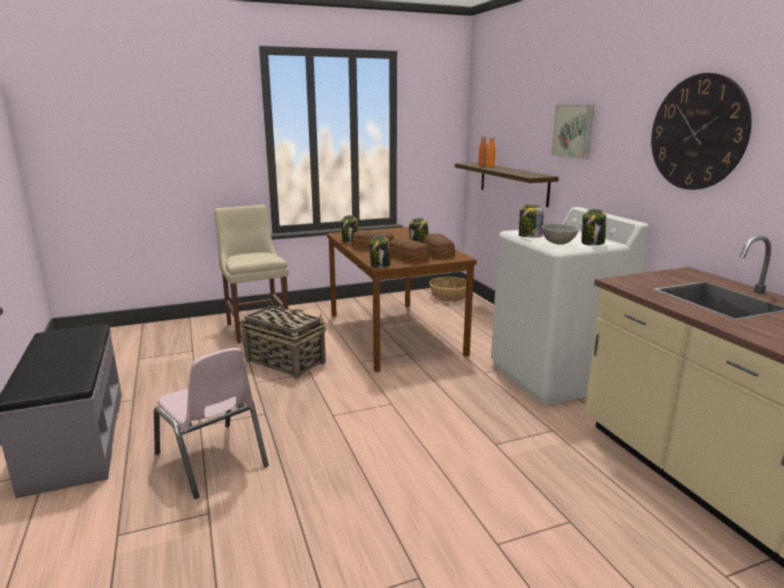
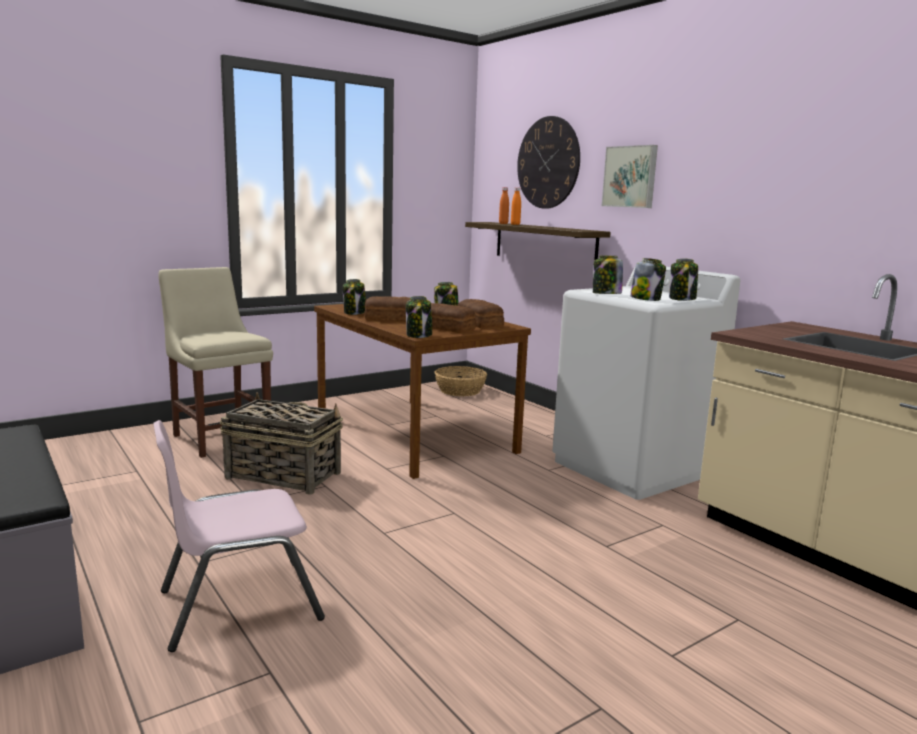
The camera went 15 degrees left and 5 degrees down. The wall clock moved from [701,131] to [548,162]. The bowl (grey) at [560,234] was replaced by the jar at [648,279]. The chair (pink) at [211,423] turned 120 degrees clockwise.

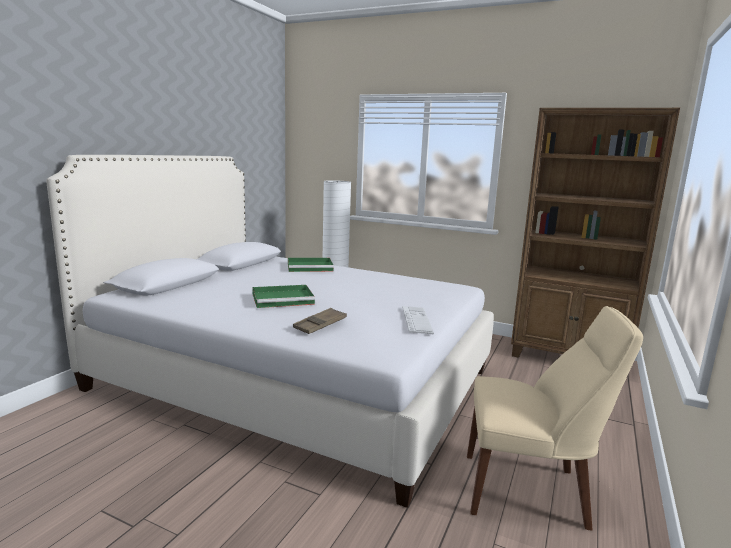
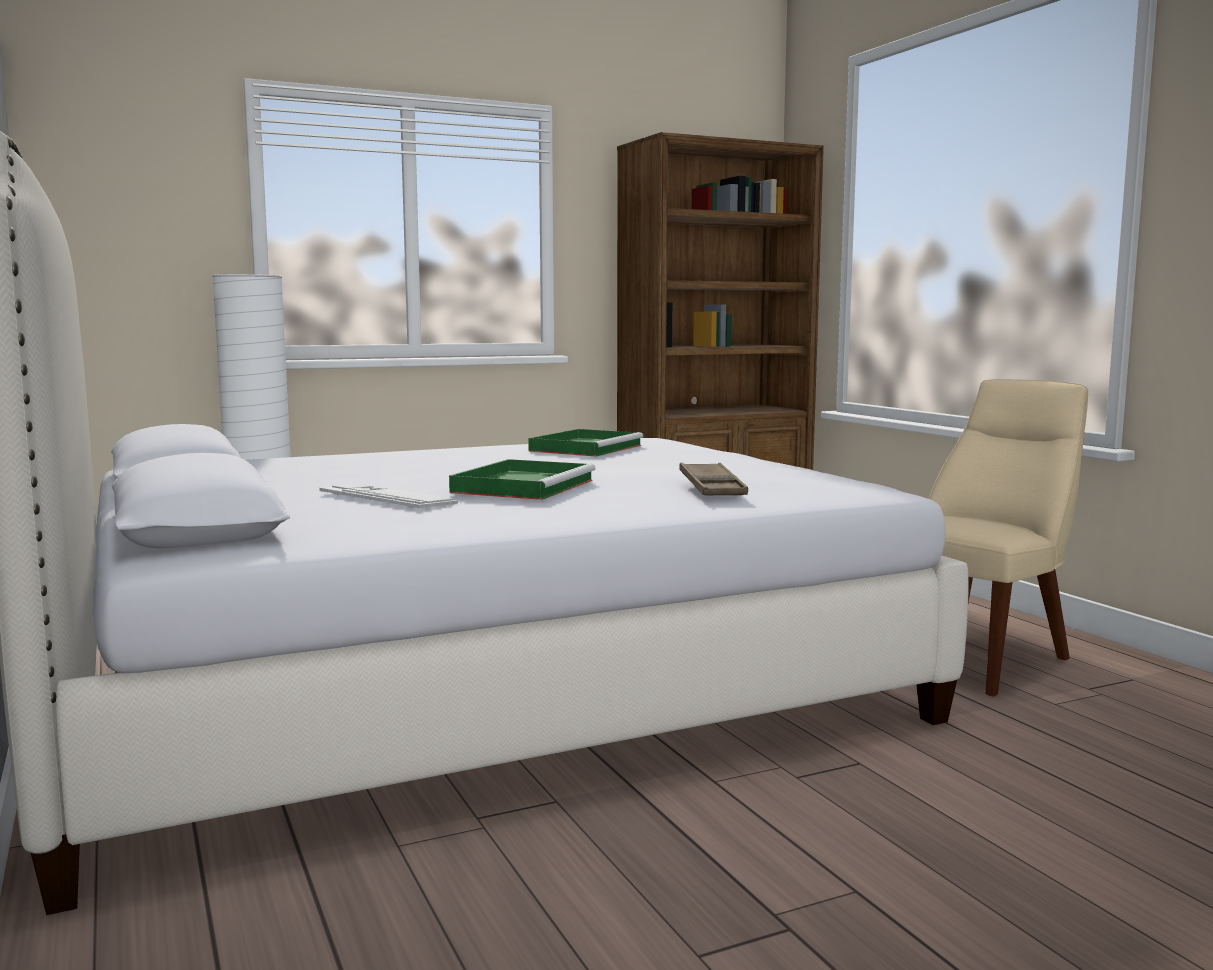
The camera went 50 degrees left and 5 degrees down. The tray (green) moved from [311,265] to [585,443]. The keyboard moved from [418,320] to [388,496].

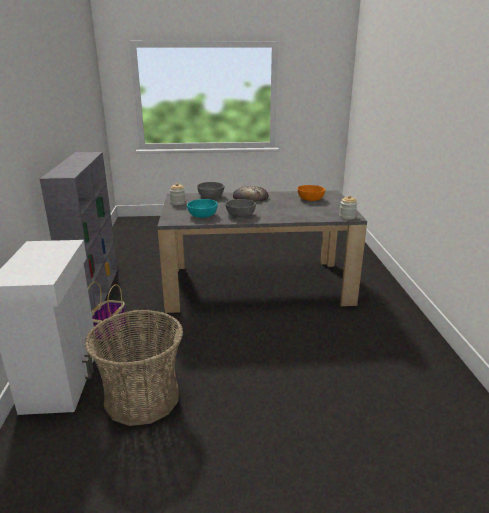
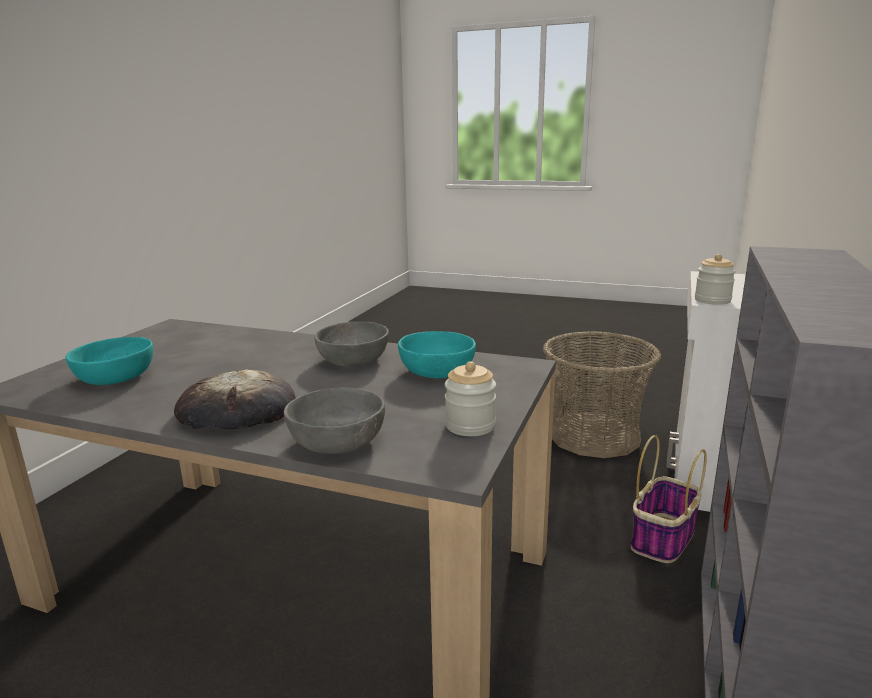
The camera went 155 degrees left and 5 degrees down. The jar moved from [348,207] to [715,279]. The bowl (orange) at [311,193] became the bowl (turquoise) at [109,361].

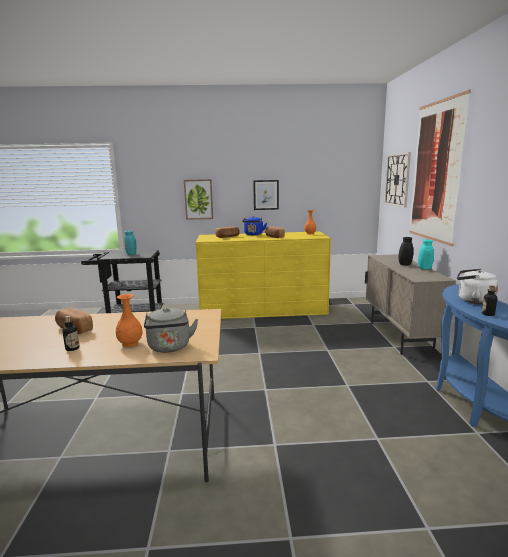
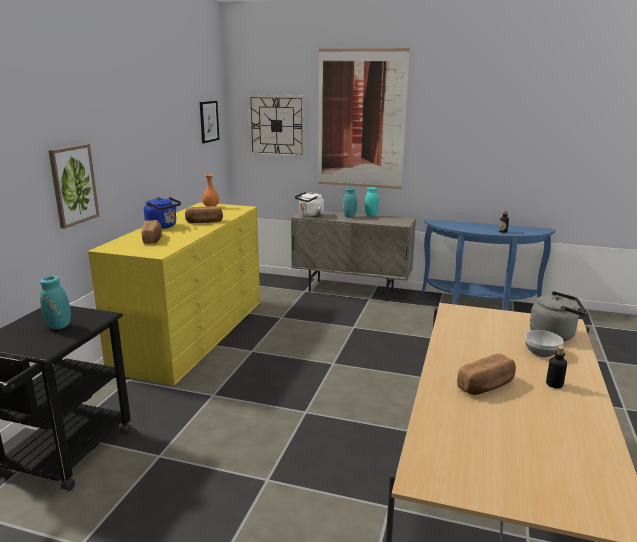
The camera went 70 degrees left and 5 degrees up. The picture moved from [266,195] to [209,122]. The kettle (white) moved from [477,286] to [309,204]. The vase (orange) at [129,320] was replaced by the bowl at [544,343]. The vase (black) at [405,251] became the vase (turquoise) at [350,203].

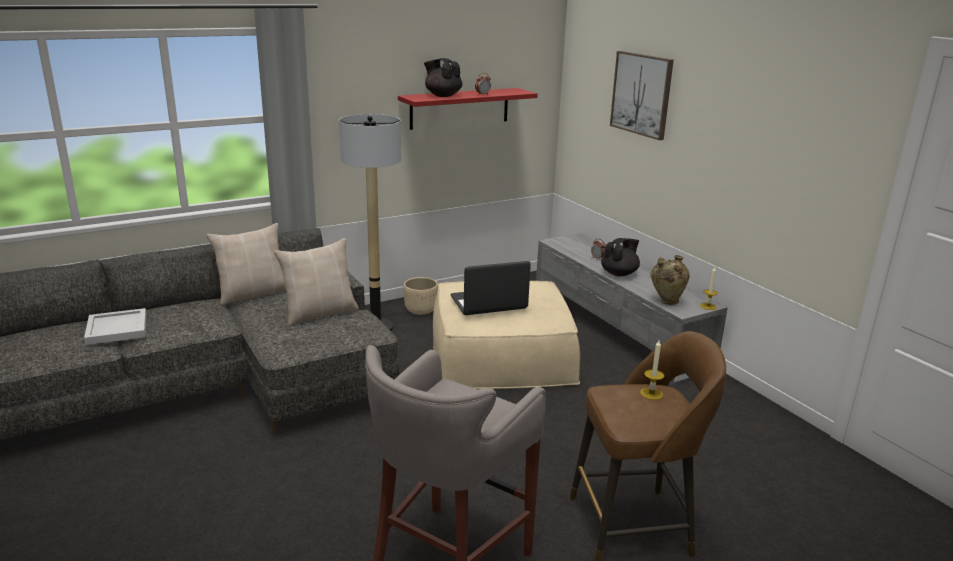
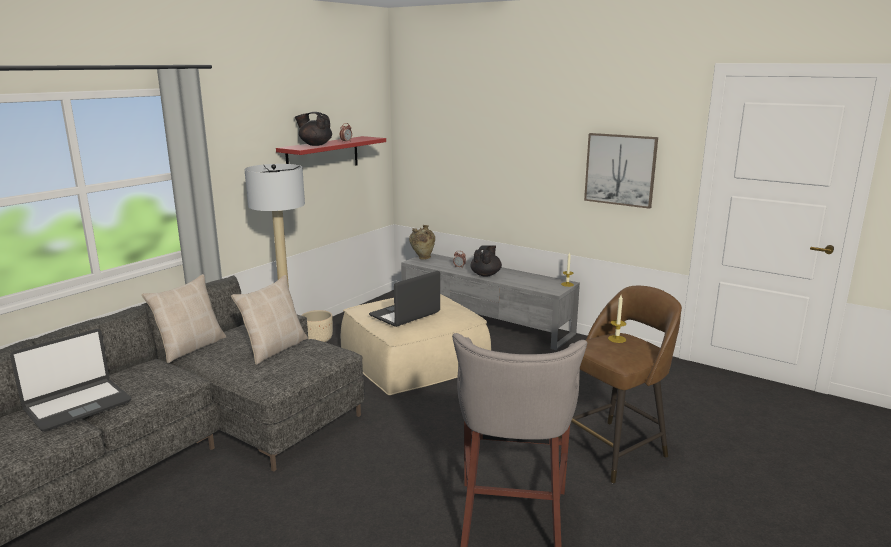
The camera went 25 degrees left and 5 degrees down. The picture moved from [642,95] to [621,171]. The vase (beige) moved from [670,280] to [422,242]. The tray (white) at [115,326] was replaced by the laptop at [70,380].

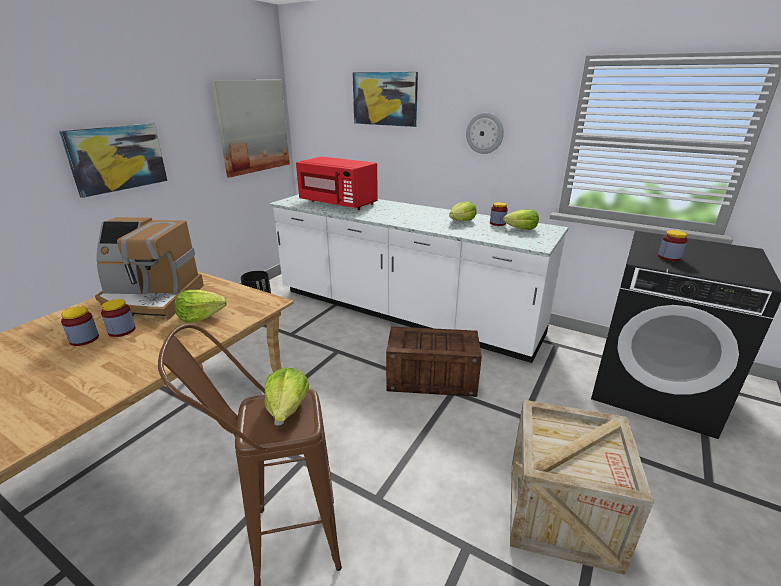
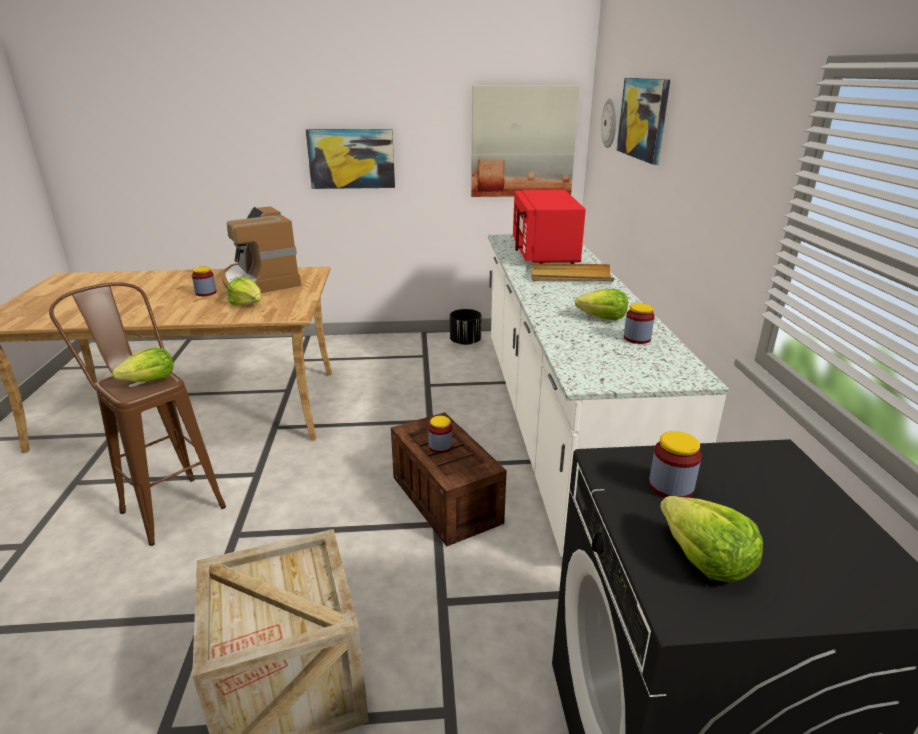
The camera went 55 degrees right and 0 degrees up. The tray (beige) at [572,272] appeared. The jar moved from [80,326] to [440,434]. The wall clock moved from [485,133] to [609,123]. The lettuce moved from [521,219] to [711,539].

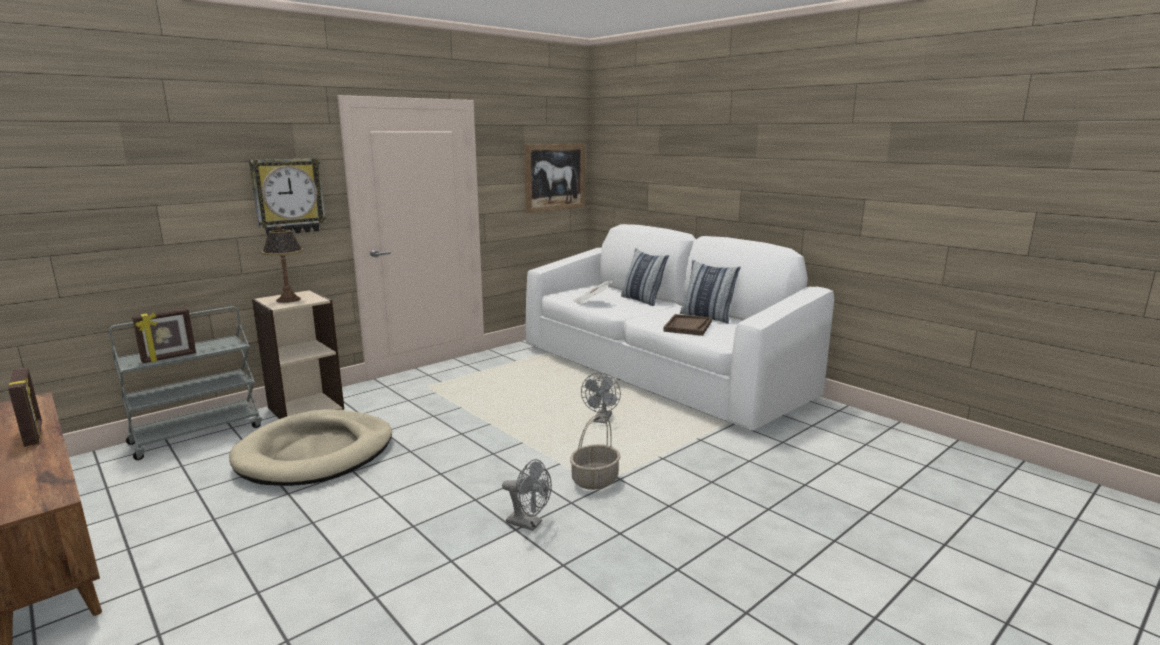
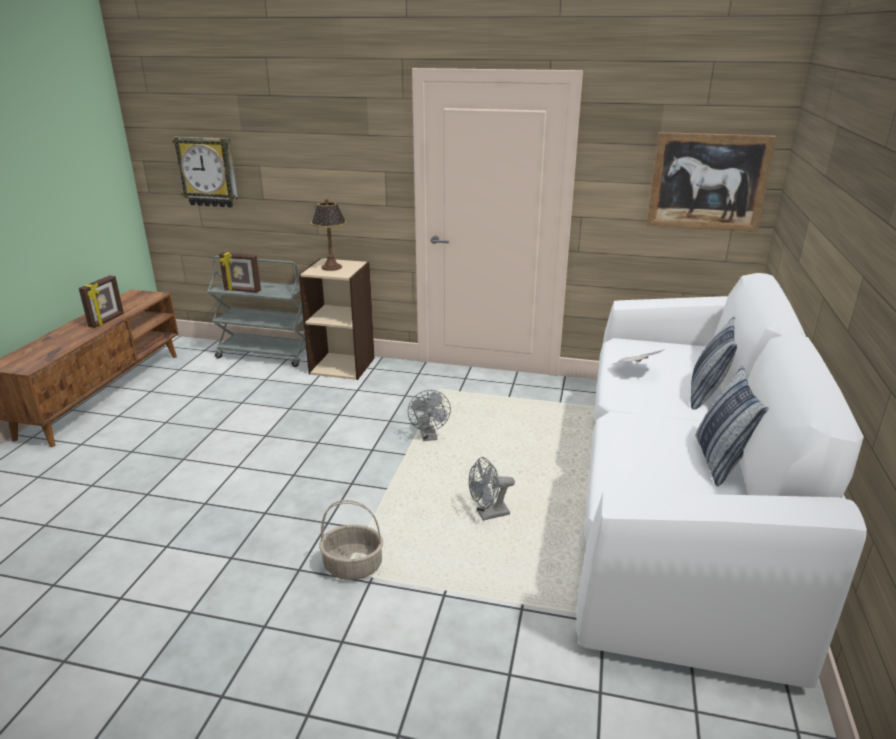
The camera went 55 degrees right and 10 degrees up. The dog bed (beige) at [310,447] disappeared. The tray (brown) at [687,325] disappeared. The wall clock moved from [287,197] to [205,172]. The fan (grey) moved from [527,495] to [429,415].

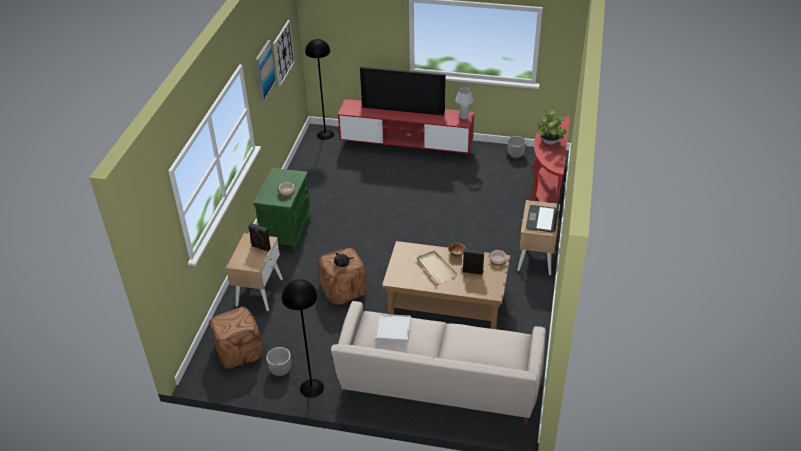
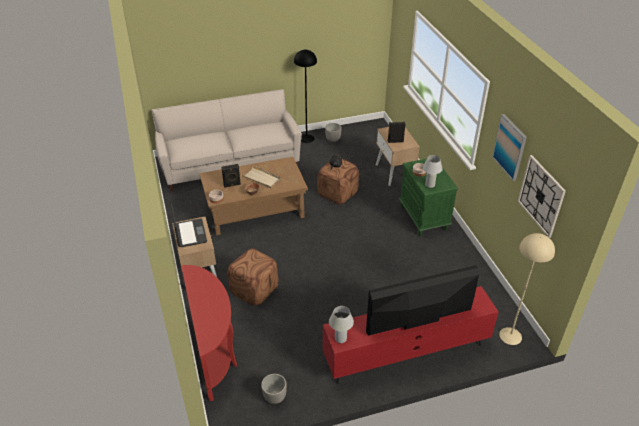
The camera went 150 degrees right and 0 degrees up. The tray (white) at [393,328] disappeared. The potted plant at [552,127] disappeared. The table lamp (white) at [433,171] appeared. The ottoman (brown) moved from [236,337] to [252,276]. The floor lamp (black) at [319,89] became the floor lamp (beige) at [527,289].

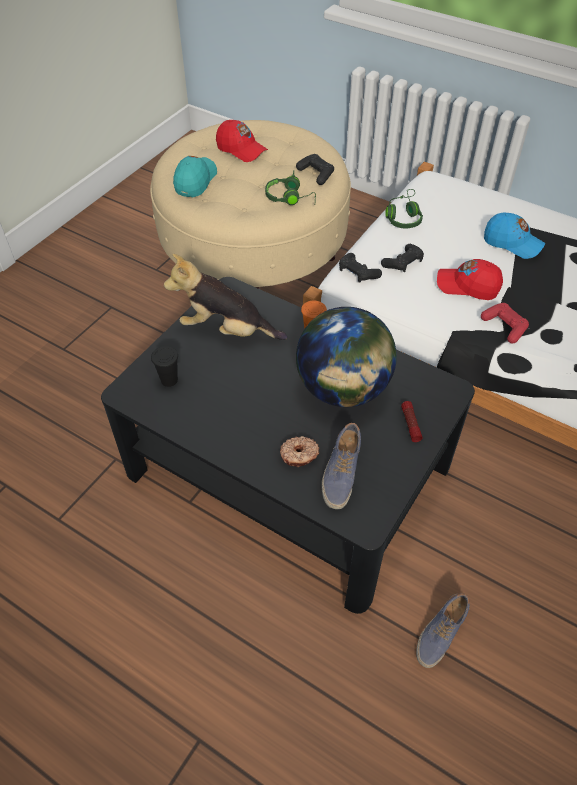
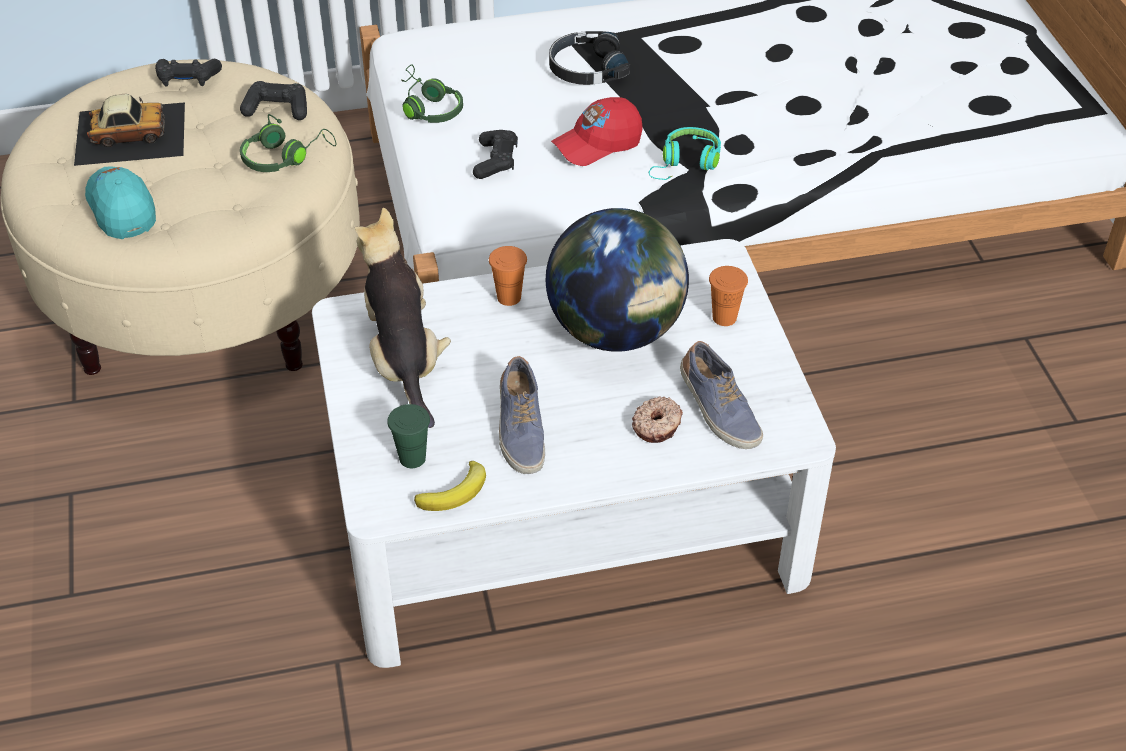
The camera went 45 degrees left and 5 degrees down. The banana at [450,486] appeared. The game controller (black) moved from [360,268] to [188,73]. The shoe moved from [443,630] to [522,415]. The cap (red) at [242,141] was replaced by the toy car at [129,130]. The flashlight at [412,421] was replaced by the cup (orange) at [728,296]. The game controller (red) at [505,323] was replaced by the headphones (turquoise) at [685,153]. The cap (blue) at [514,236] was replaced by the headphones (black) at [589,58]. The coffee table (black) at [288,445] became the coffee table (white) at [574,453]. The cup (black) at [164,366] became the cup (green) at [408,436]. The plush toy at [225,297] turned 105 degrees clockwise.

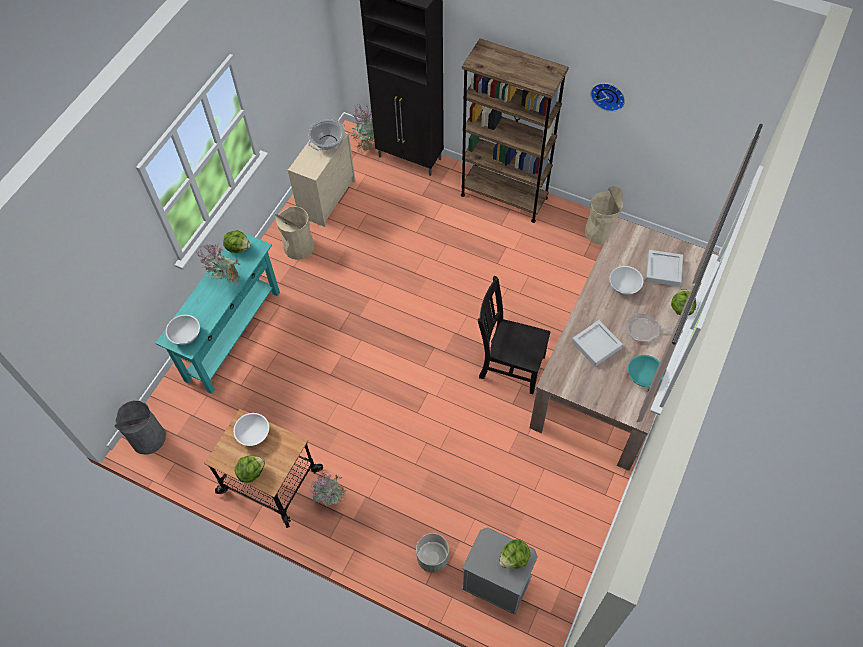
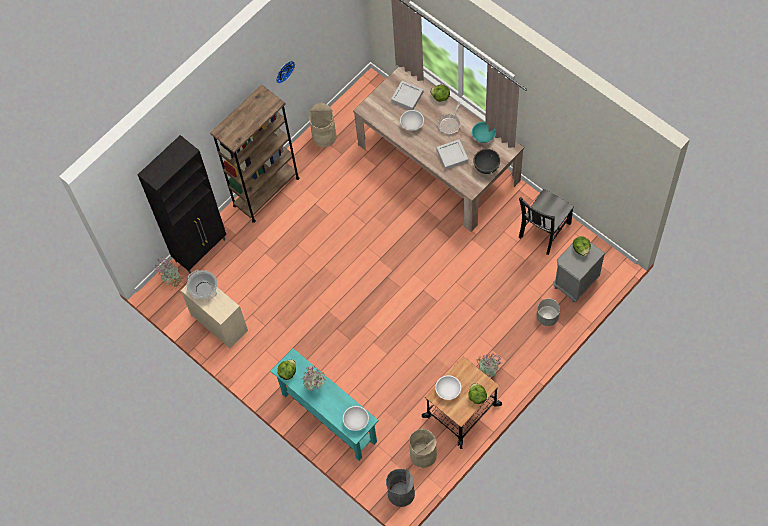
The camera went 70 degrees left and 5 degrees up. The cooking pot (black) at [486,160] appeared. The trash can (beige) moved from [294,233] to [423,448]. The chair (black) moved from [514,335] to [546,222].

